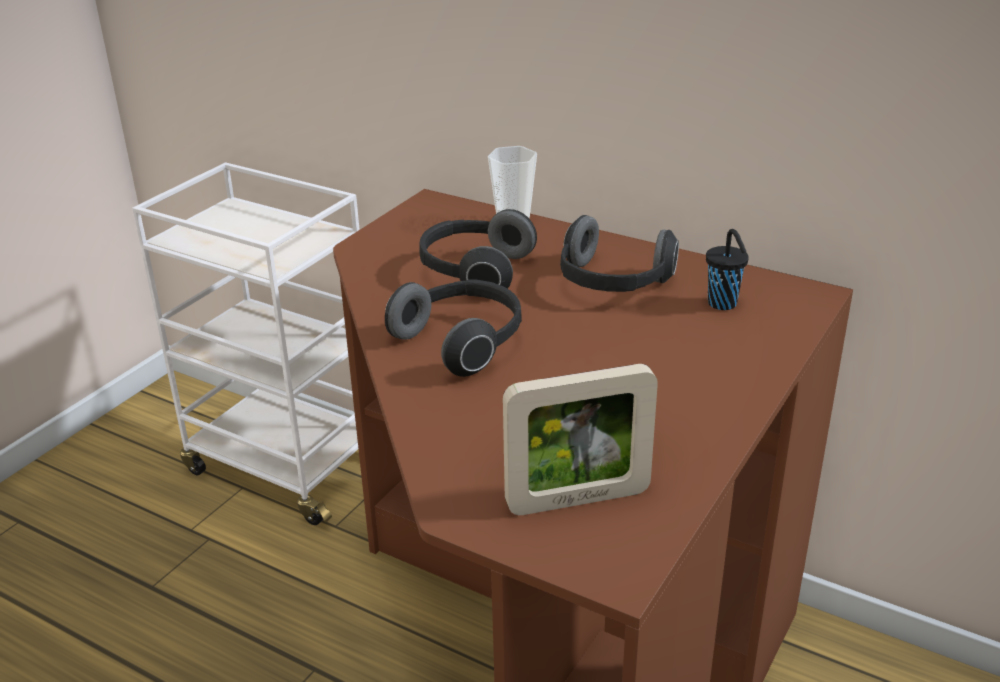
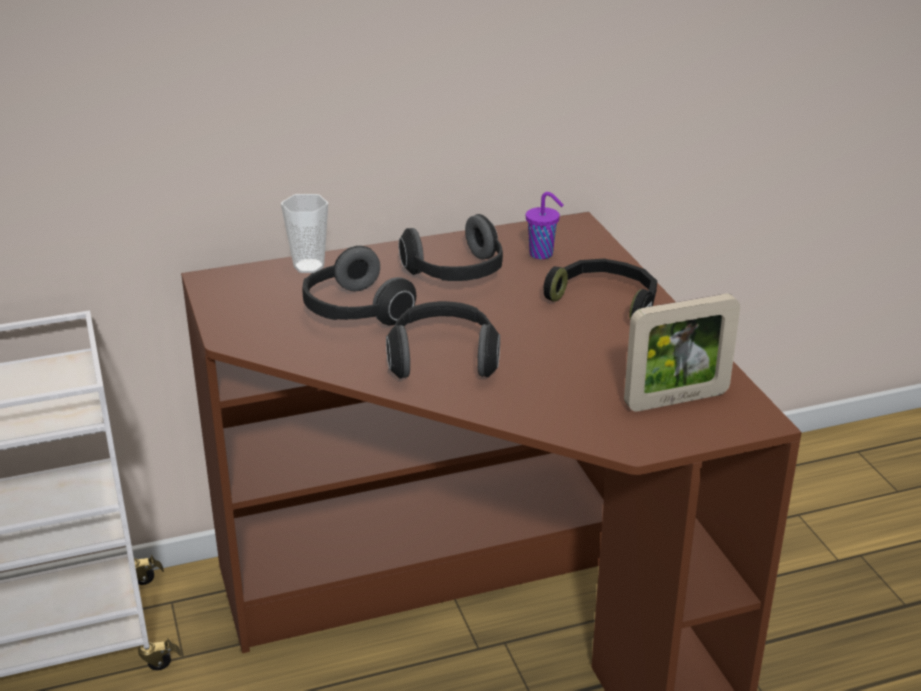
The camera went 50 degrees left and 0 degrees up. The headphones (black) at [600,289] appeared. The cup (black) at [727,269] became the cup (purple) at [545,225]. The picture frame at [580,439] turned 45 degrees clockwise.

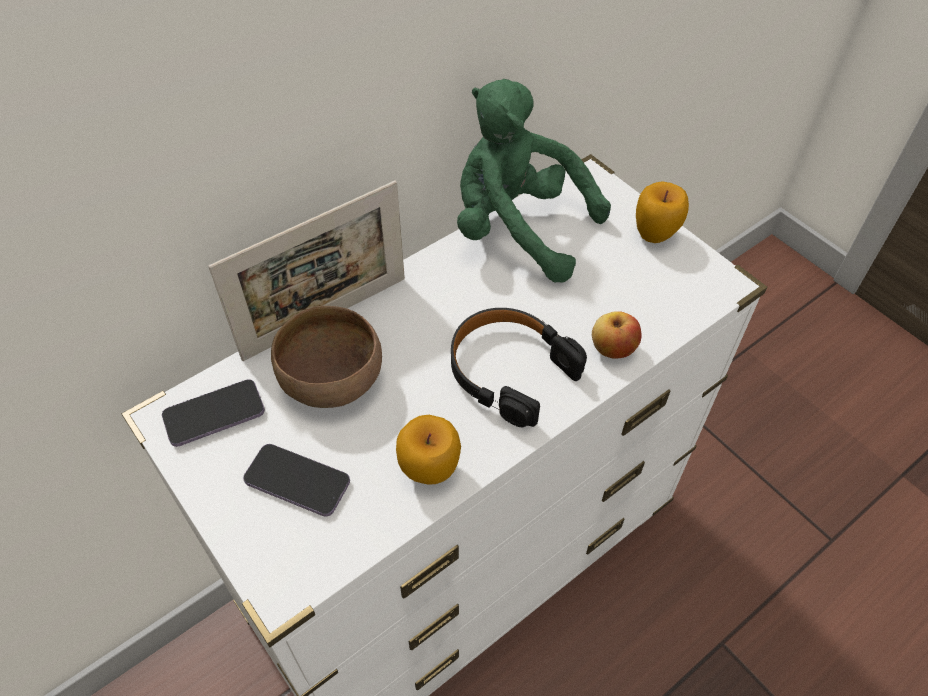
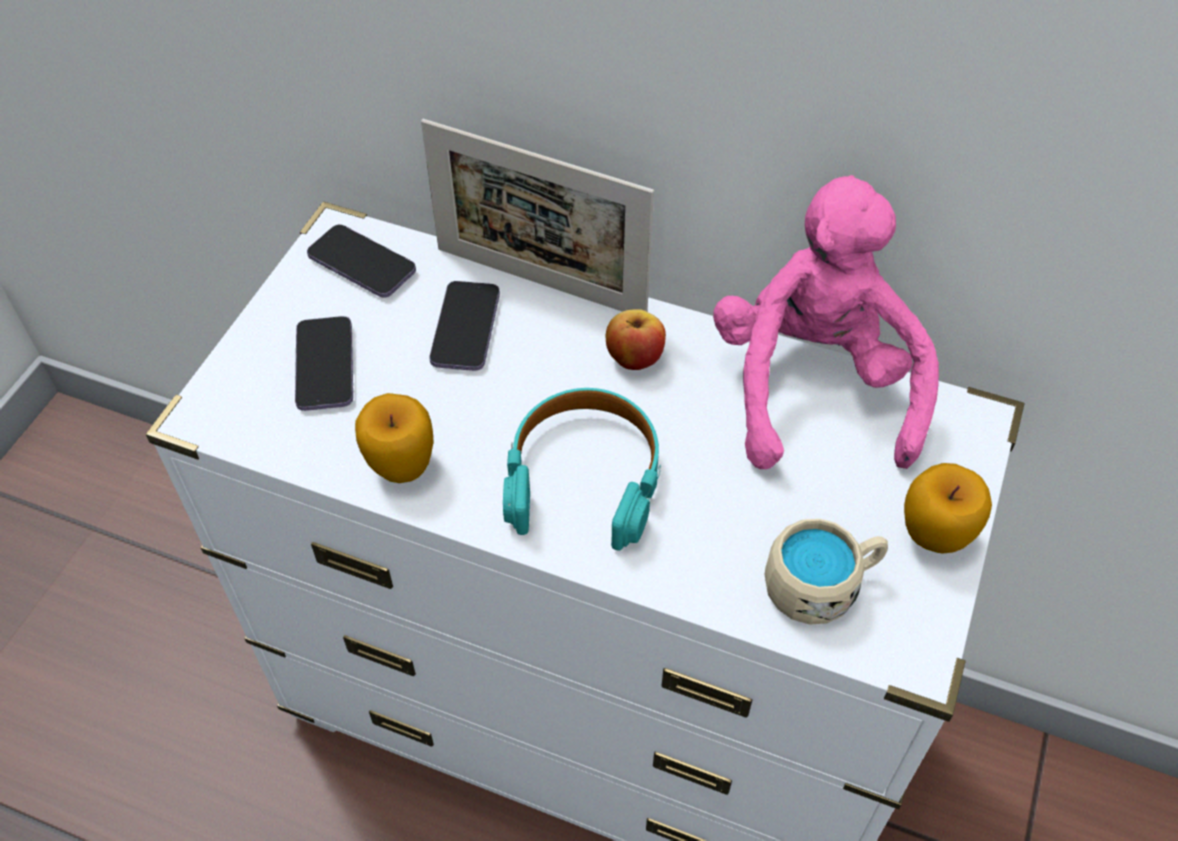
The camera went 60 degrees right and 0 degrees up. The mug (beige) at [826,571] appeared. The apple moved from [616,335] to [636,339]. The bowl (brown) at [326,357] was replaced by the phone at [464,326]. The headphones (black) at [519,367] became the headphones (turquoise) at [582,469]. The plush toy (green) at [534,181] became the plush toy (pink) at [826,322].

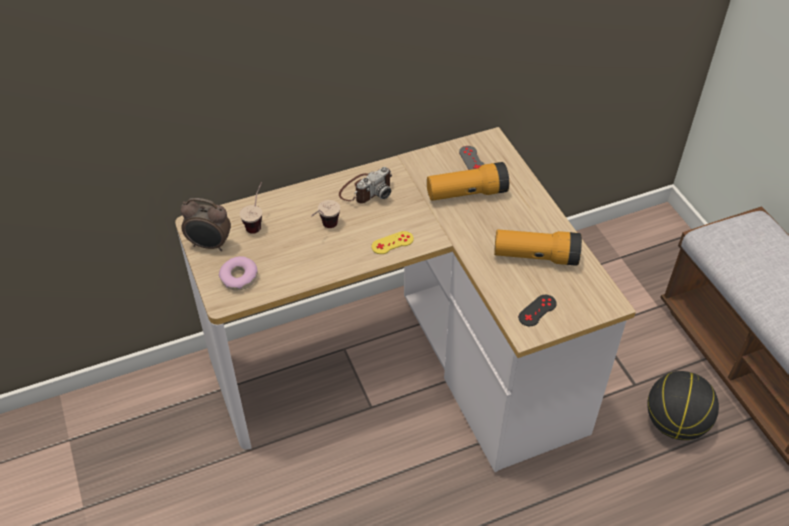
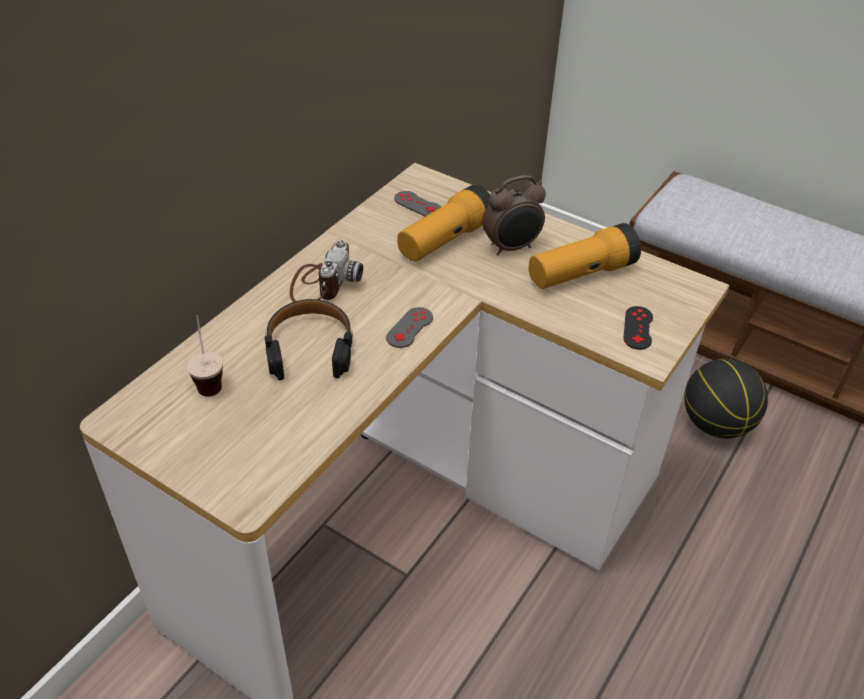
The camera went 35 degrees left and 5 degrees down. The donut at [238,273] disappeared. The alarm clock moved from [206,224] to [514,215]. The cup at [325,214] was replaced by the headphones (black) at [309,339]. The game controller (yellow) at [393,242] became the game controller (grey) at [409,327].

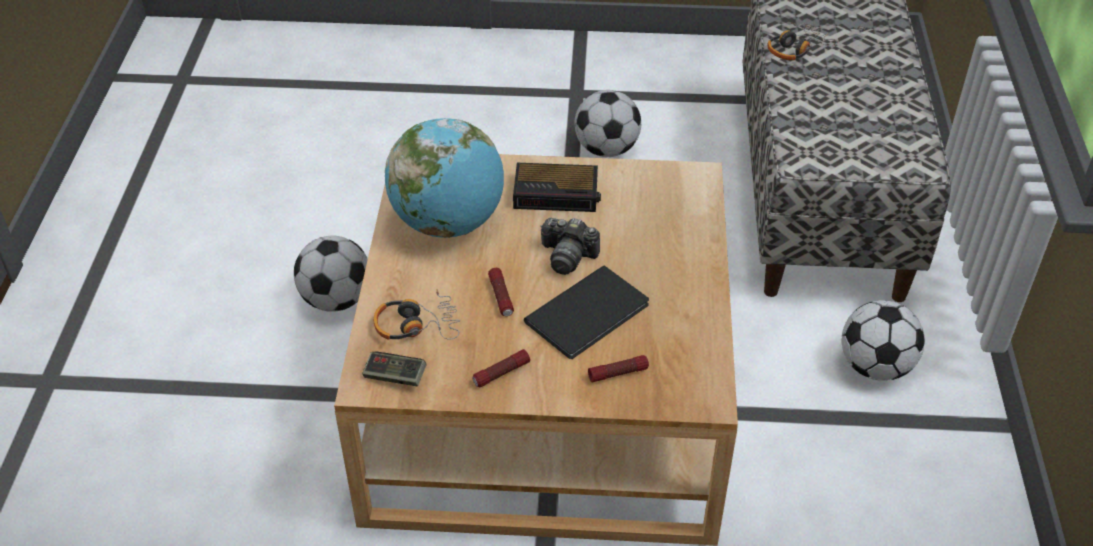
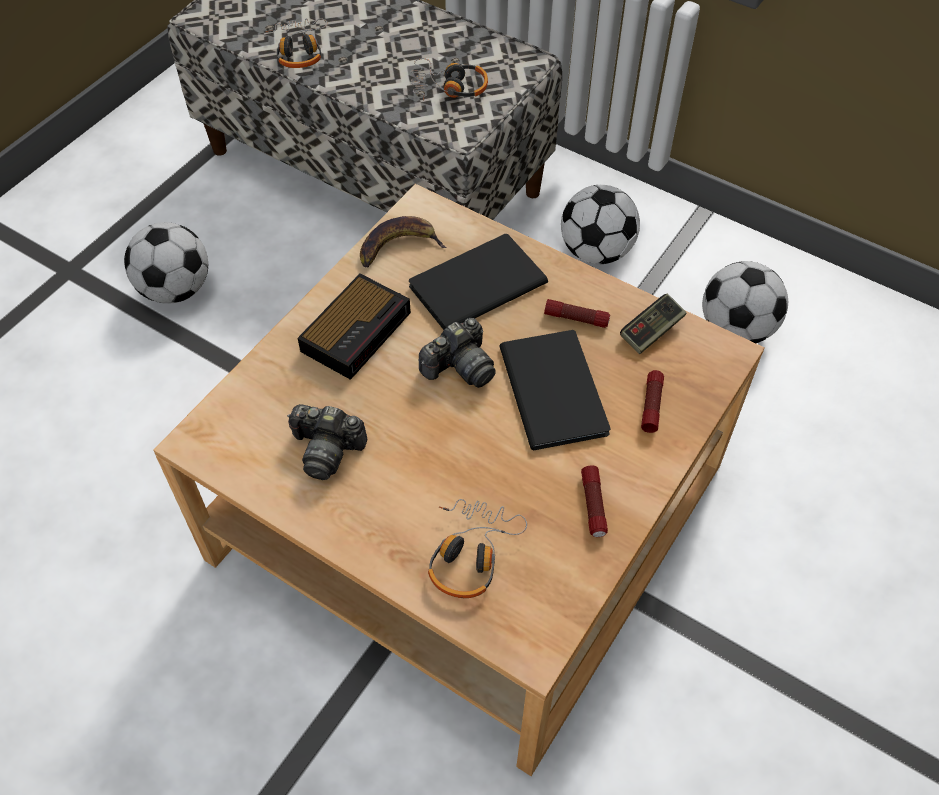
The camera went 60 degrees left and 10 degrees up. The banana at [403,242] appeared. The book (black) at [478,282] appeared. The headphones at [449,79] appeared. The football moved from [331,274] to [745,302]. The game controller moved from [394,369] to [653,324]. The flashlight moved from [501,292] to [577,313]. The globe at [444,178] was replaced by the photo camera at [327,442].

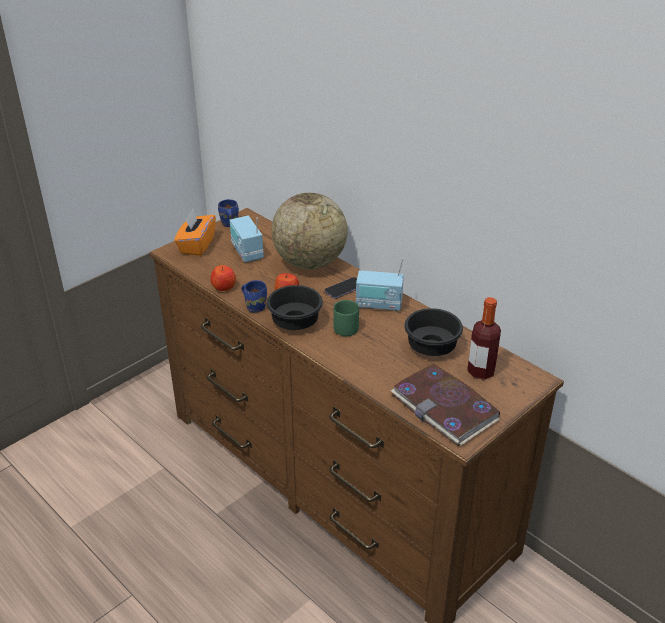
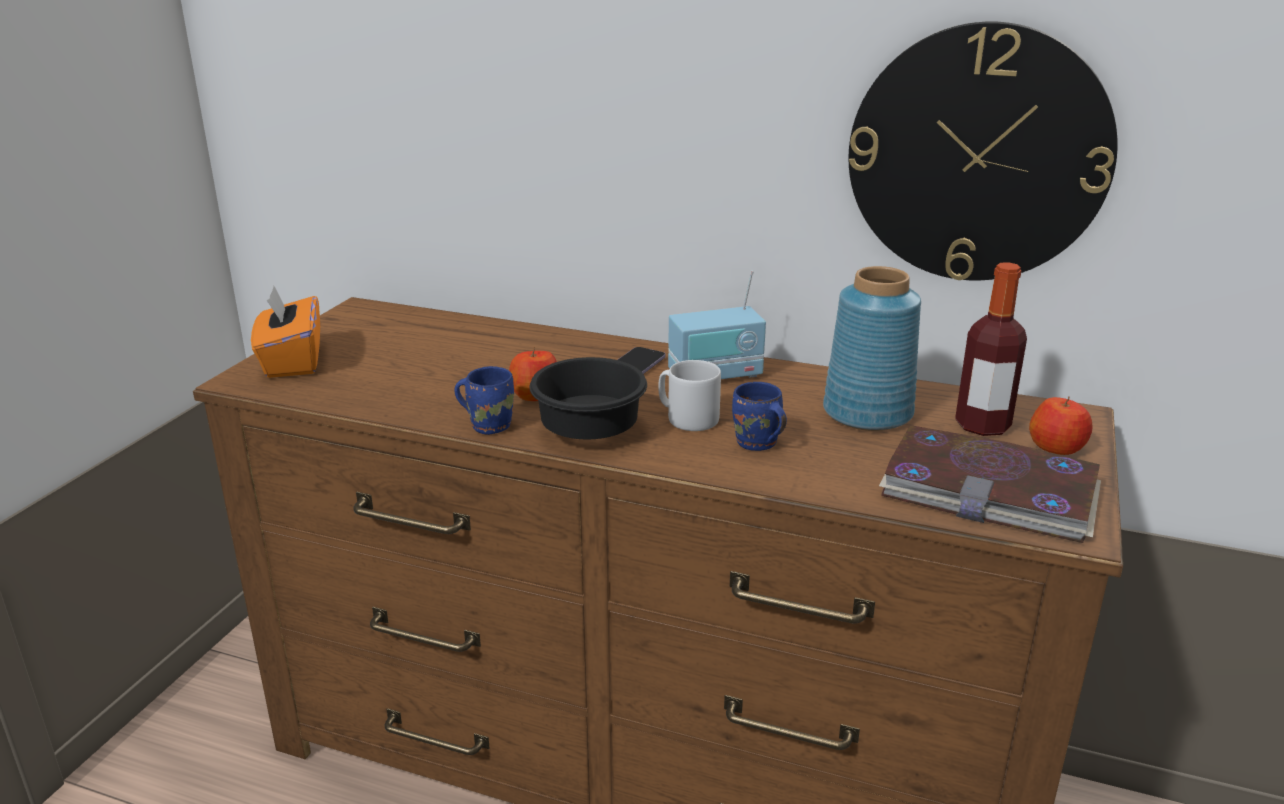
The camera went 25 degrees left and 10 degrees down. The radio at [246,239] disappeared. The globe at [309,231] disappeared. The wall clock at [983,151] appeared. The apple moved from [223,278] to [1061,425]. The mug (blue) moved from [228,213] to [759,416]. The bowl (black) at [433,332] was replaced by the vase (blue) at [872,348]. The mug (green) at [346,318] became the mug (grey) at [689,395].

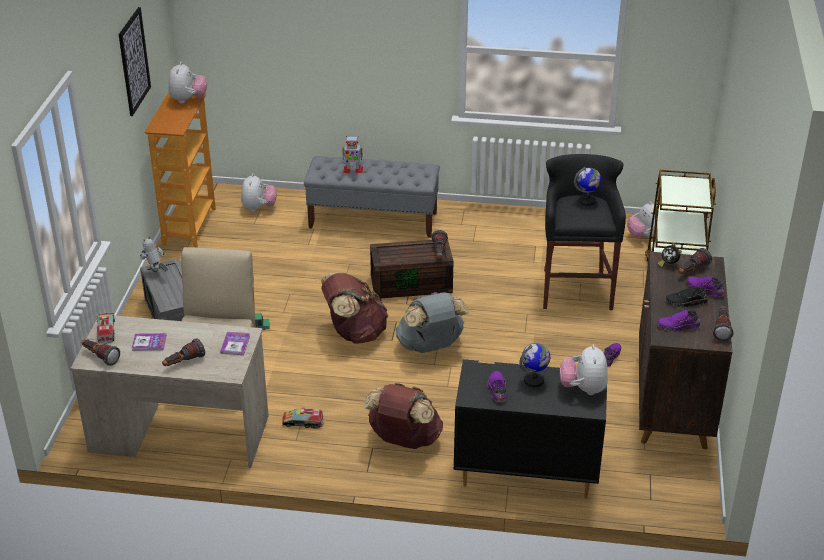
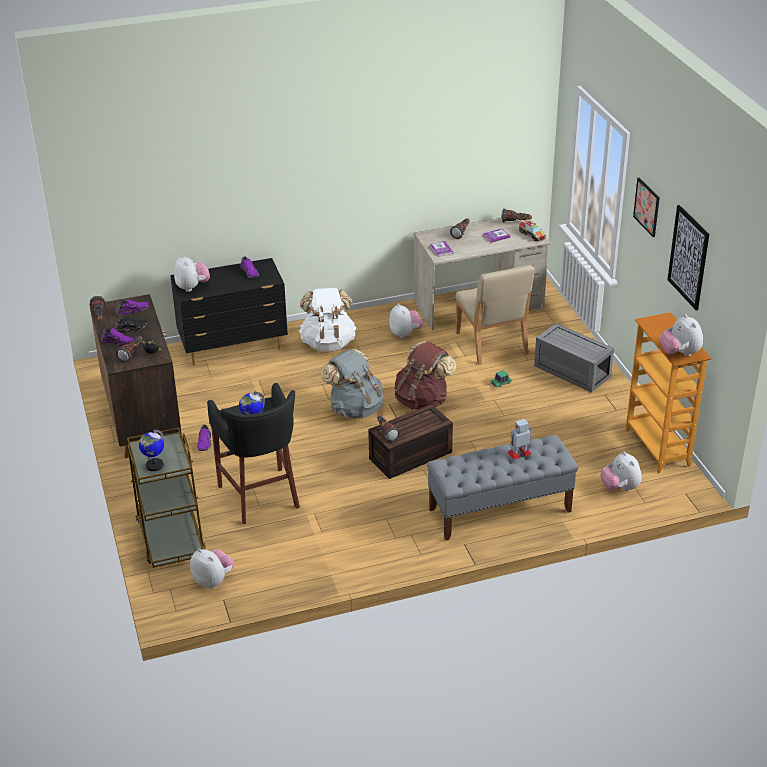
The camera went 155 degrees right and 0 degrees up. The toy robot at [154,254] disappeared. The picture at [646,207] appeared. The globe moved from [534,365] to [151,450]. The toy truck at [303,418] was replaced by the plush toy at [406,320]. The backpack (brown) at [403,416] became the backpack (white) at [327,319].

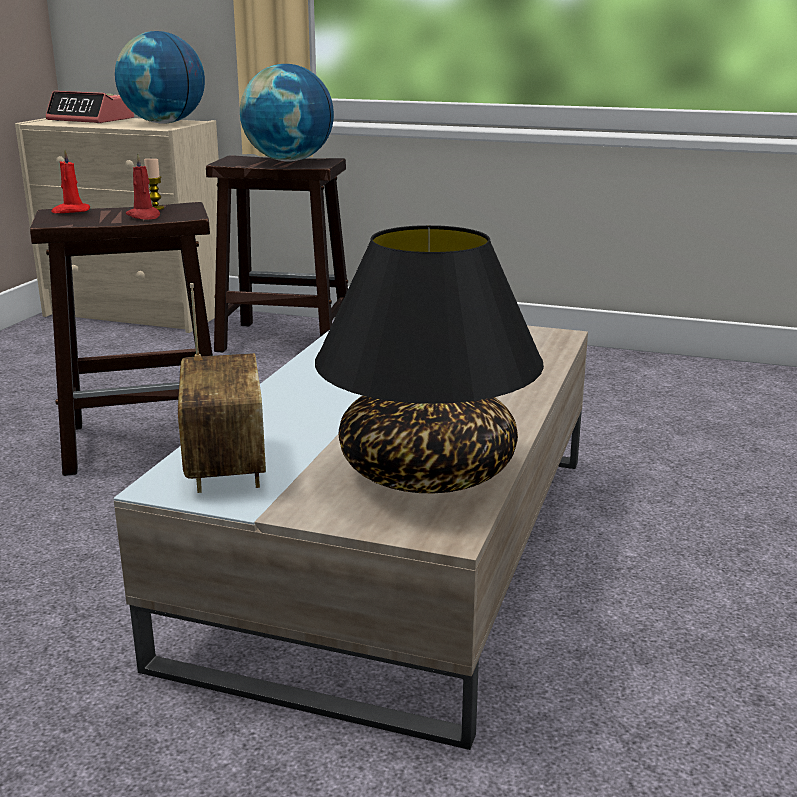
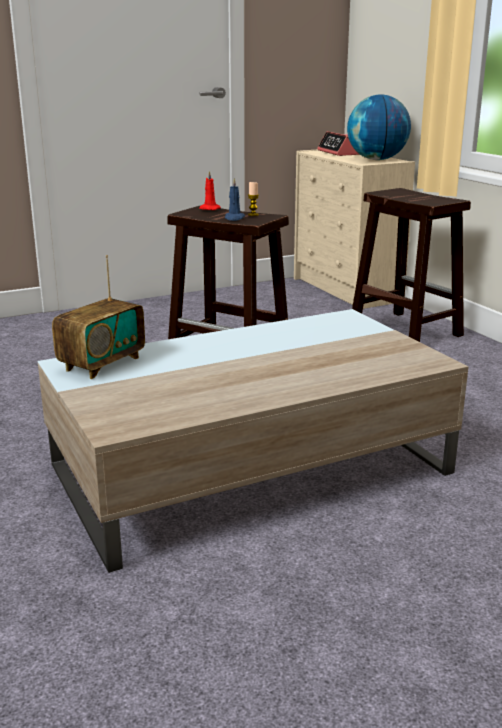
The camera went 45 degrees right and 0 degrees up. The globe at [287,113] disappeared. The table lamp (black) at [429,359] disappeared. The candle (red) at [143,187] became the candle (blue) at [235,199].

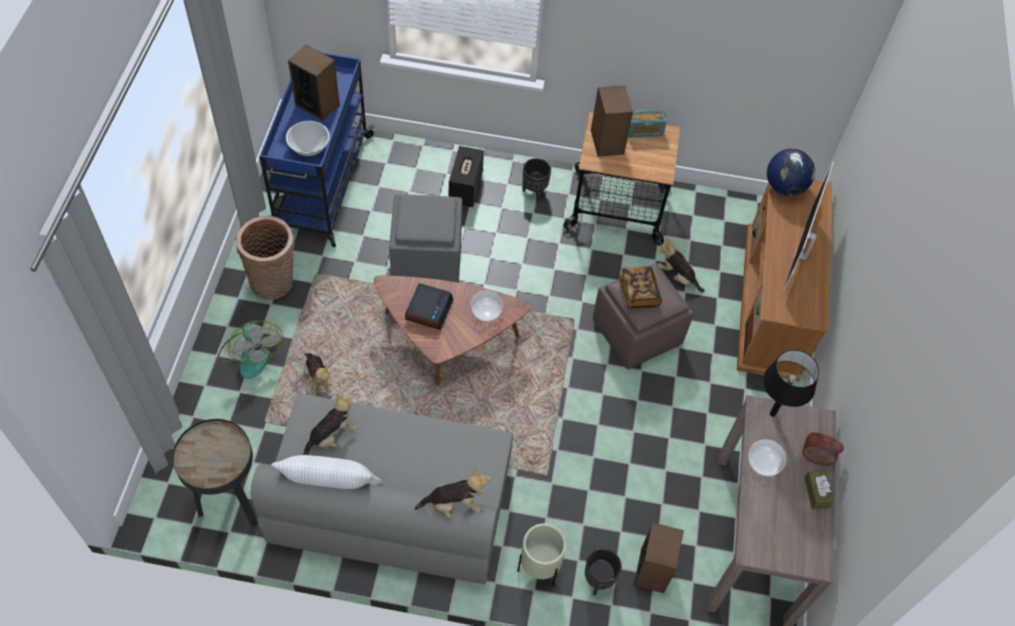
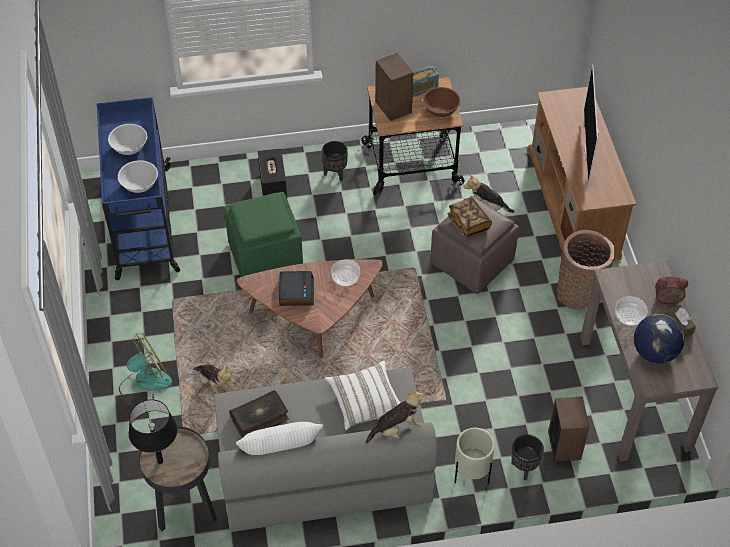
The camera went 15 degrees left and 5 degrees down. The pillow (white) at [362,395] appeared. The bowl (brown) at [442,102] appeared. The basket moved from [265,258] to [586,270]. The table lamp (black) moved from [791,383] to [153,432]. The globe moved from [791,172] to [659,339]. The speaker at [314,83] was replaced by the bowl (white) at [127,139]. The plush toy at [330,424] was replaced by the book at [259,414]. The ottoman (grey) at [425,238] became the ottoman (green) at [263,234]. The fan at [250,349] turned 75 degrees counterclockwise.

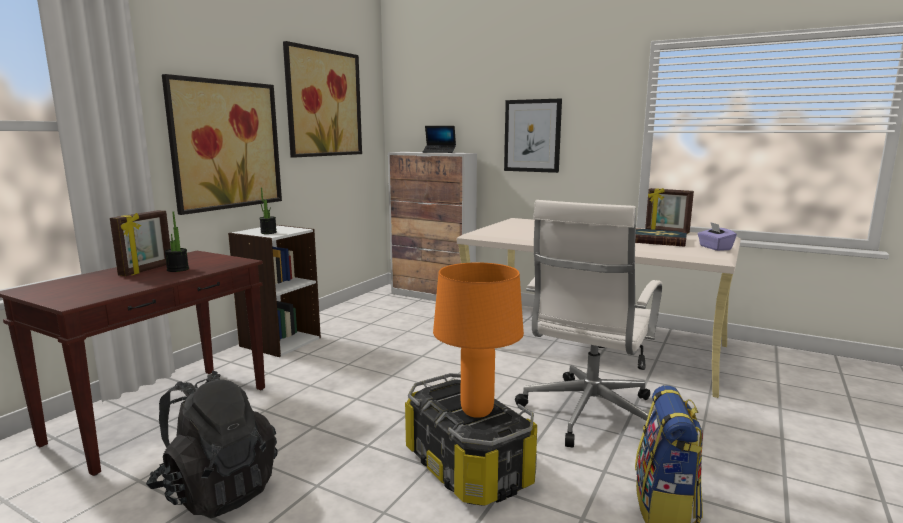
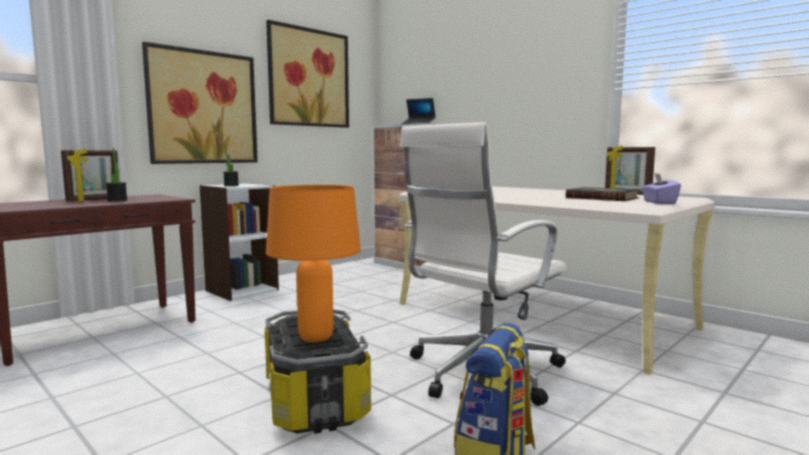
The camera went 15 degrees right and 5 degrees down. The backpack (black) at [212,444] disappeared. The picture at [533,135] disappeared.

